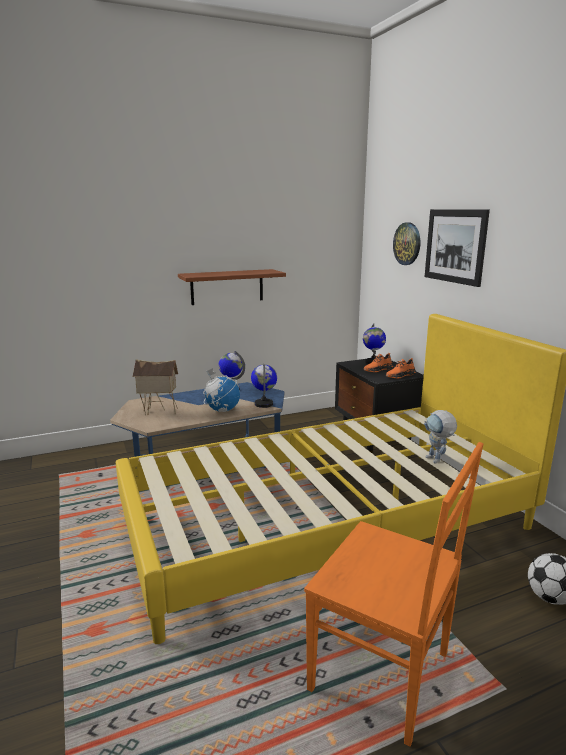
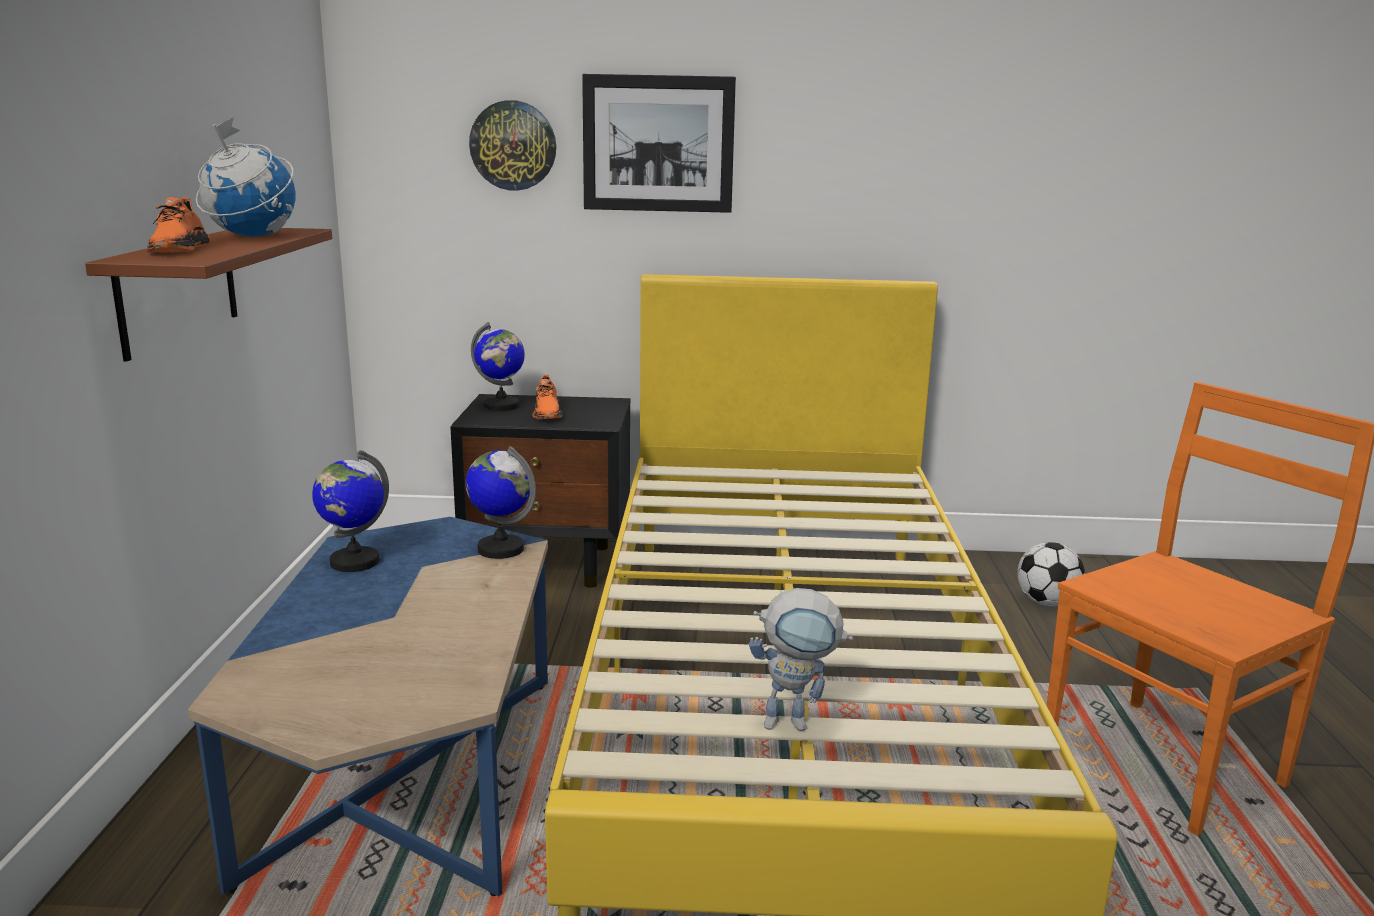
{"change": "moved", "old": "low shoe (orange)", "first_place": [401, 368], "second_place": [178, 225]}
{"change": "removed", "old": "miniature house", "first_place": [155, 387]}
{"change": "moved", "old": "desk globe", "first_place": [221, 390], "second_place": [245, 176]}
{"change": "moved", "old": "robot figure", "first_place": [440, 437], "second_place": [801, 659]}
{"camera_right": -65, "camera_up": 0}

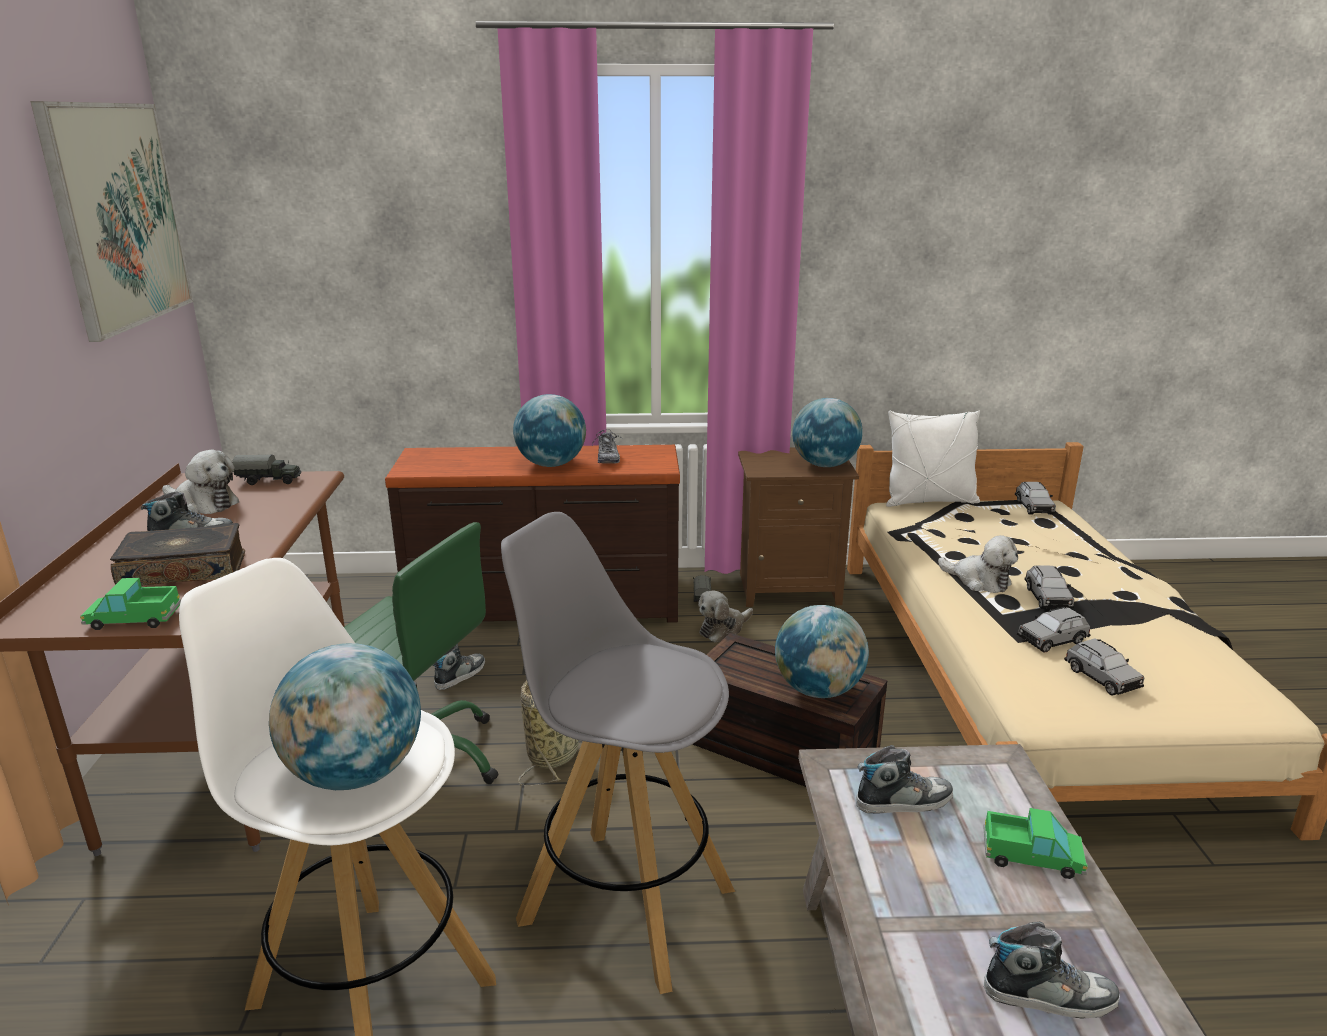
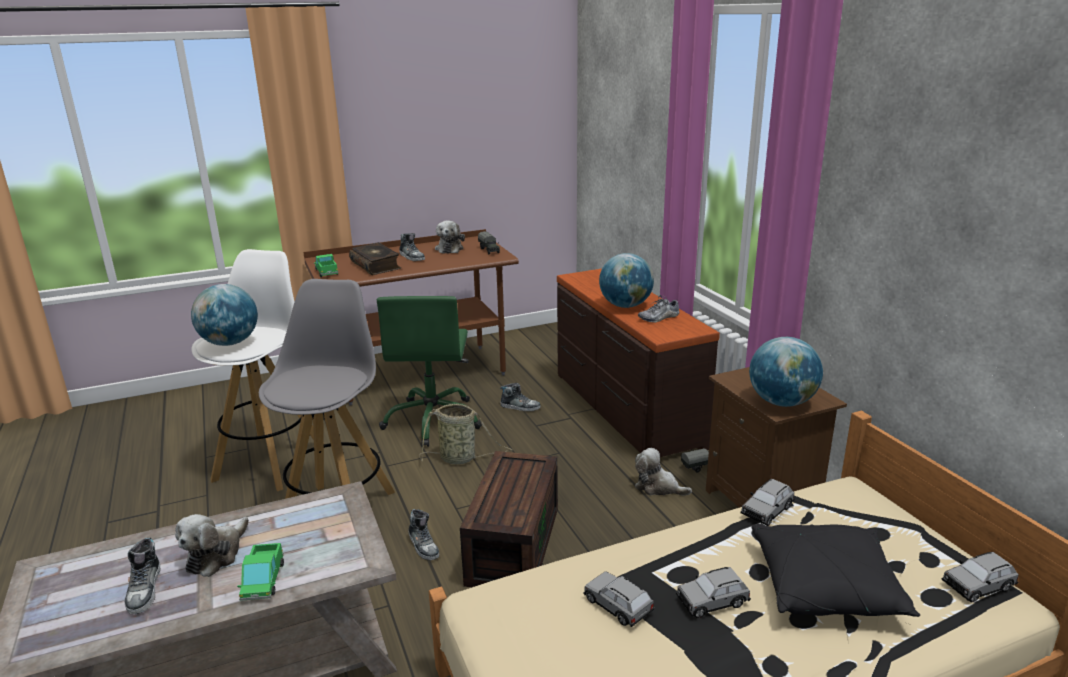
{"change": "removed", "old": "picture", "first_place": [112, 221]}
{"change": "removed", "old": "cushion (white)", "first_place": [933, 459]}
{"change": "moved", "old": "plush toy", "first_place": [978, 564], "second_place": [212, 545]}
{"change": "removed", "old": "desk globe", "first_place": [822, 651]}
{"change": "moved", "old": "toy car (gray)", "first_place": [1104, 667], "second_place": [767, 502]}
{"change": "moved", "old": "low shoe", "first_place": [904, 779], "second_place": [424, 534]}
{"change": "added", "new": "cushion (black-coloured)", "second_place": [836, 570]}
{"camera_right": 70, "camera_up": 0}

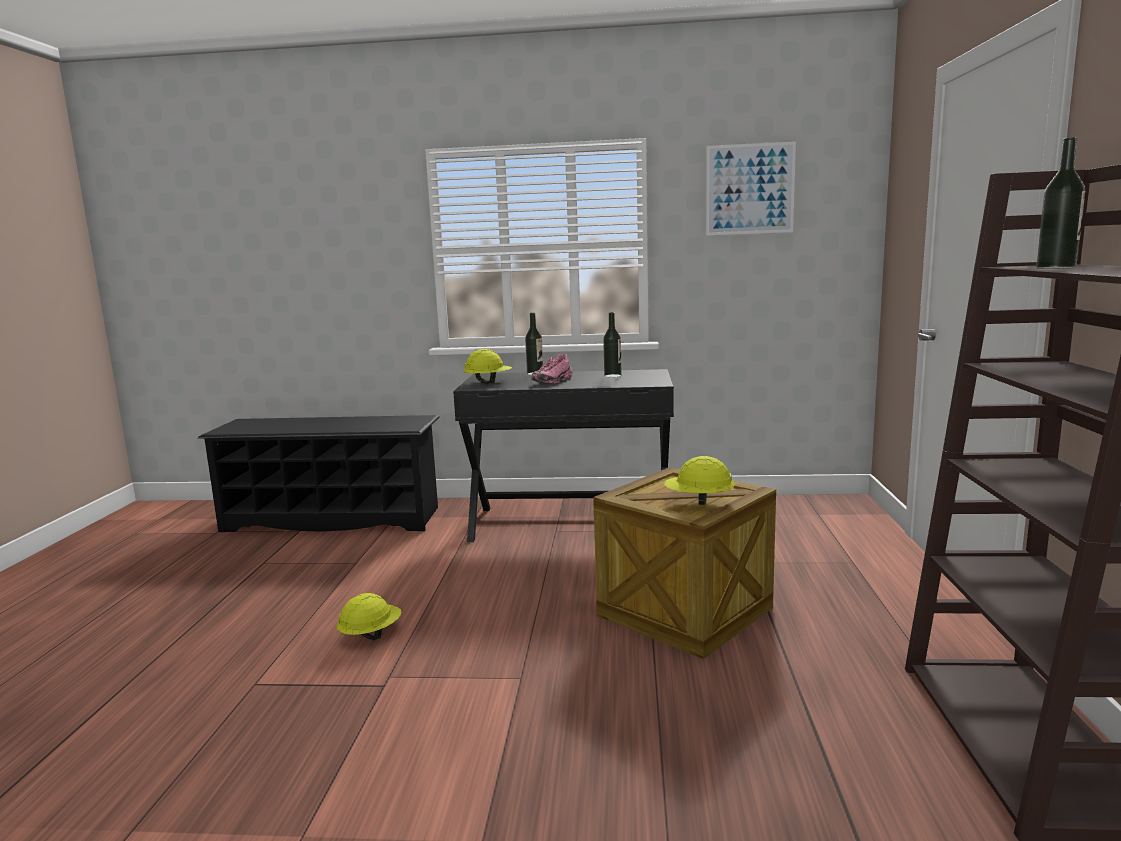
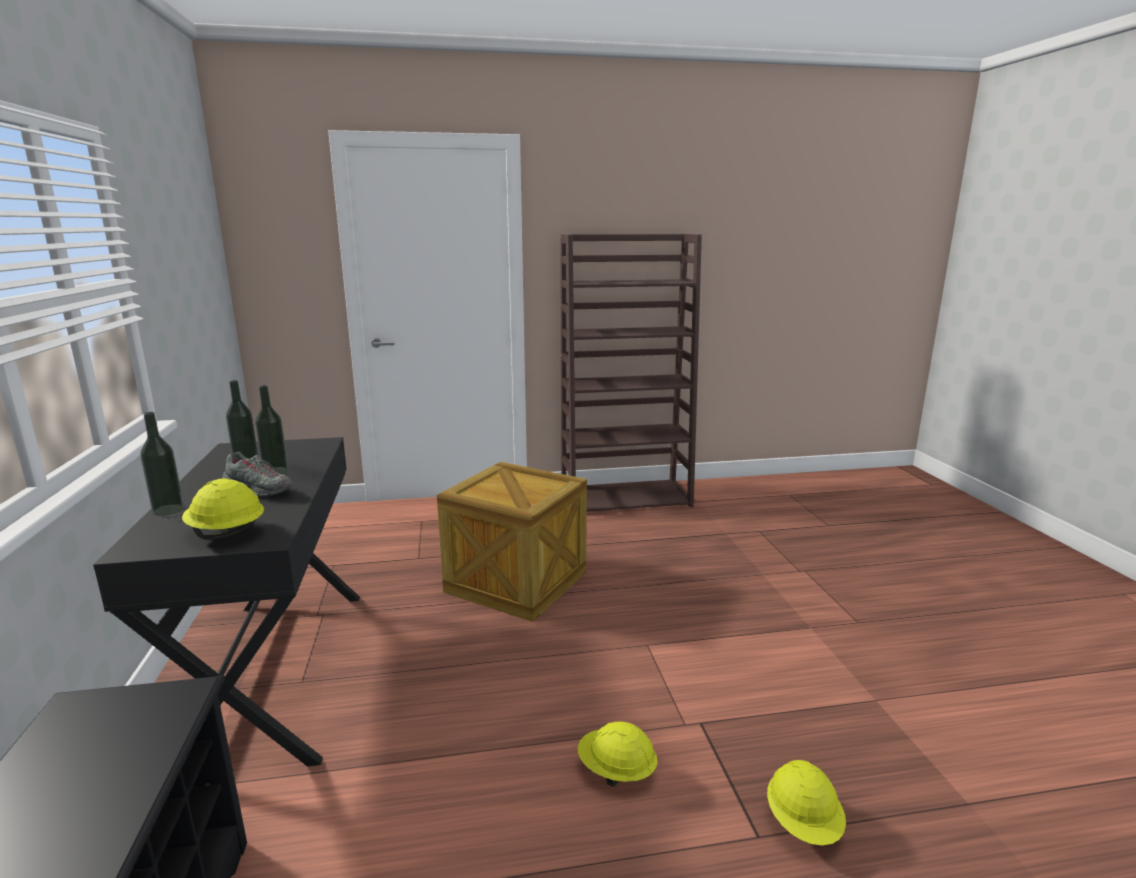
{"change": "moved", "old": "bottle", "first_place": [1060, 203], "second_place": [271, 429]}
{"change": "removed", "old": "picture", "first_place": [751, 188]}
{"change": "recoloured", "old": "low shoe (pinkish)", "new": "low shoe (gray)", "first_place": [552, 369], "second_place": [257, 474]}
{"change": "moved", "old": "work helmet (yellow)", "first_place": [699, 480], "second_place": [806, 803]}
{"camera_right": -105, "camera_up": 5}

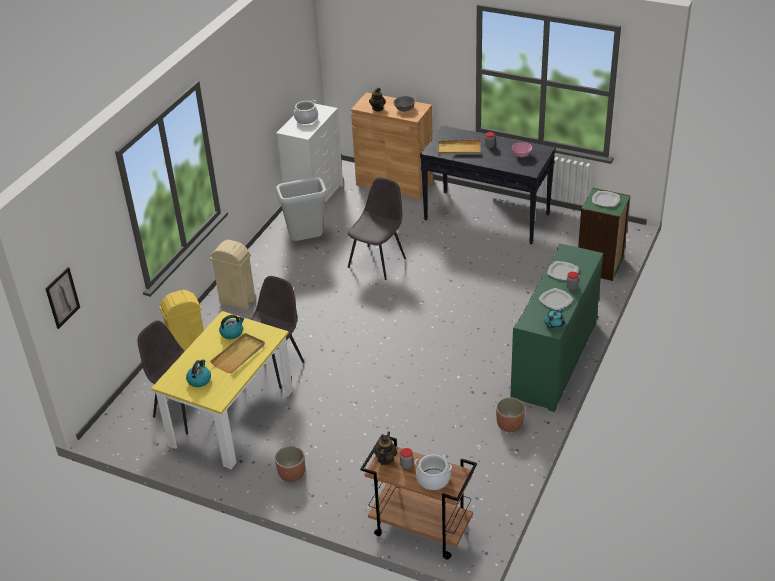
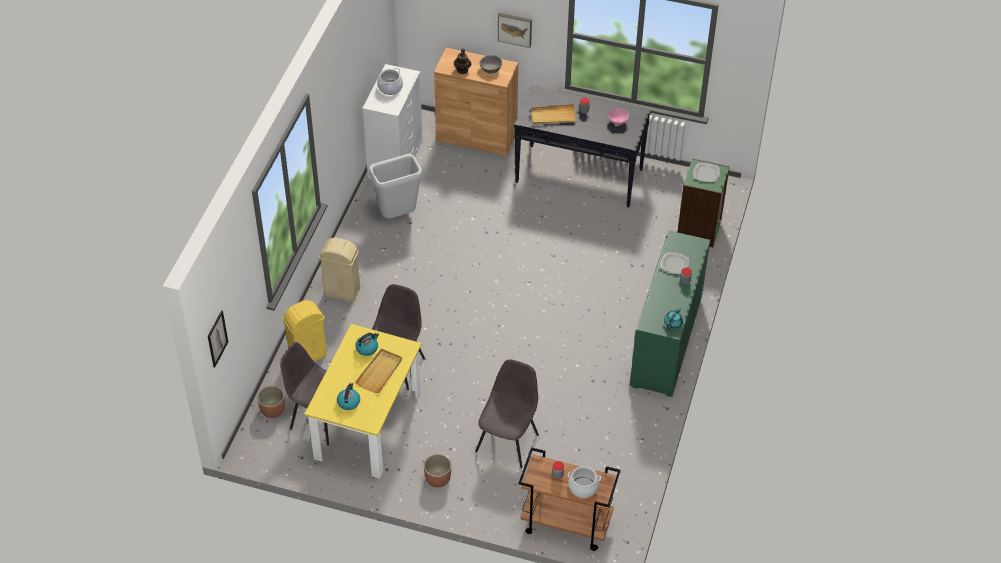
{"change": "moved", "old": "plain chair (gray)", "first_place": [377, 228], "second_place": [507, 414]}
{"change": "removed", "old": "dinner plate", "first_place": [556, 299]}
{"change": "moved", "old": "plant pot", "first_place": [510, 414], "second_place": [271, 402]}
{"change": "removed", "old": "teapot", "first_place": [385, 448]}
{"change": "added", "new": "picture", "second_place": [515, 30]}
{"camera_right": -10, "camera_up": 10}

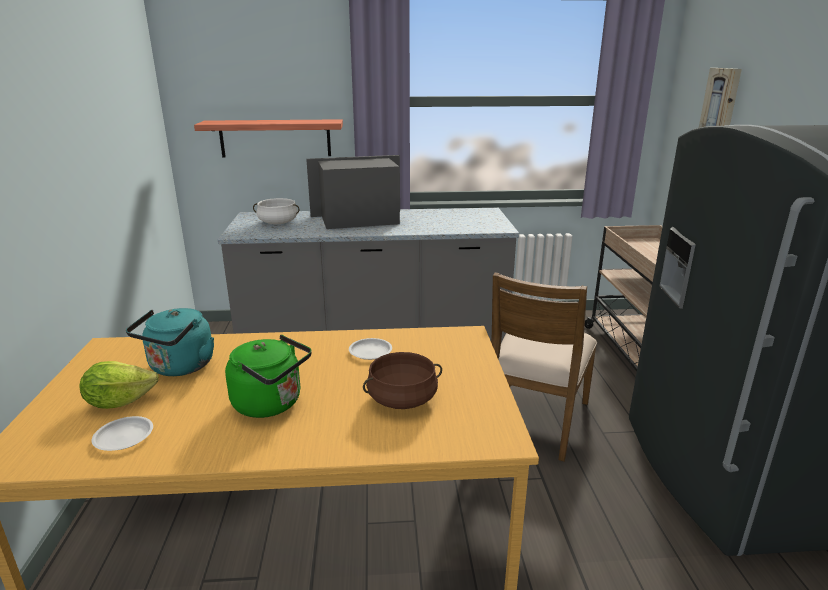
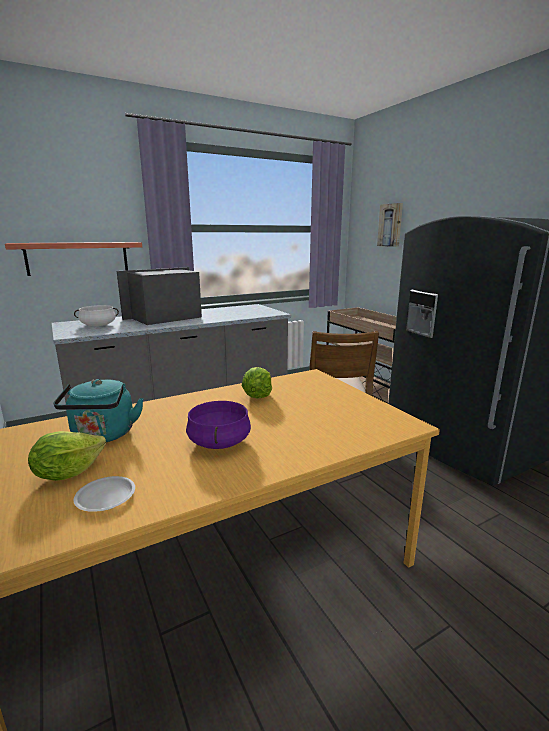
{"change": "replaced", "old": "kettle (green-coloured)", "new": "stockpot (purple-coloured)", "first_place": [268, 376], "second_place": [218, 425]}
{"change": "replaced", "old": "dinner plate (white)", "new": "lettuce head", "first_place": [370, 349], "second_place": [257, 382]}
{"change": "removed", "old": "stockpot (brown)", "first_place": [402, 380]}
{"camera_right": -25, "camera_up": -5}

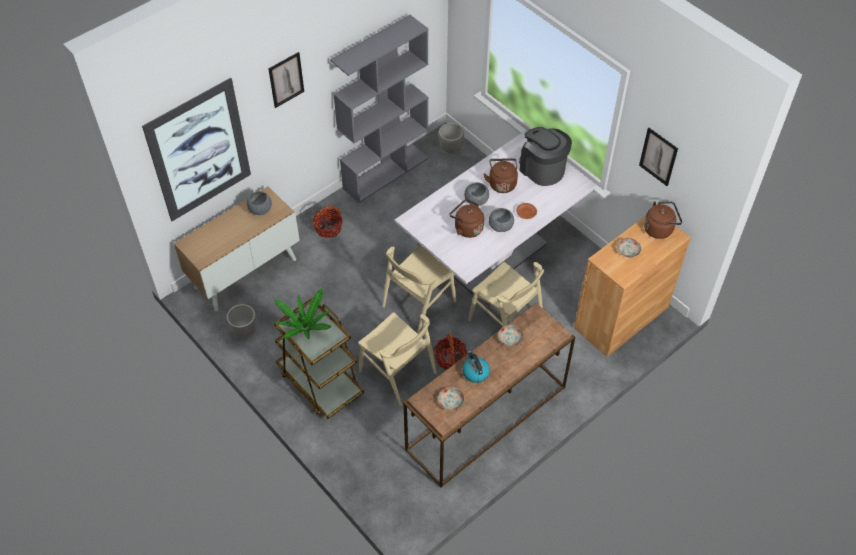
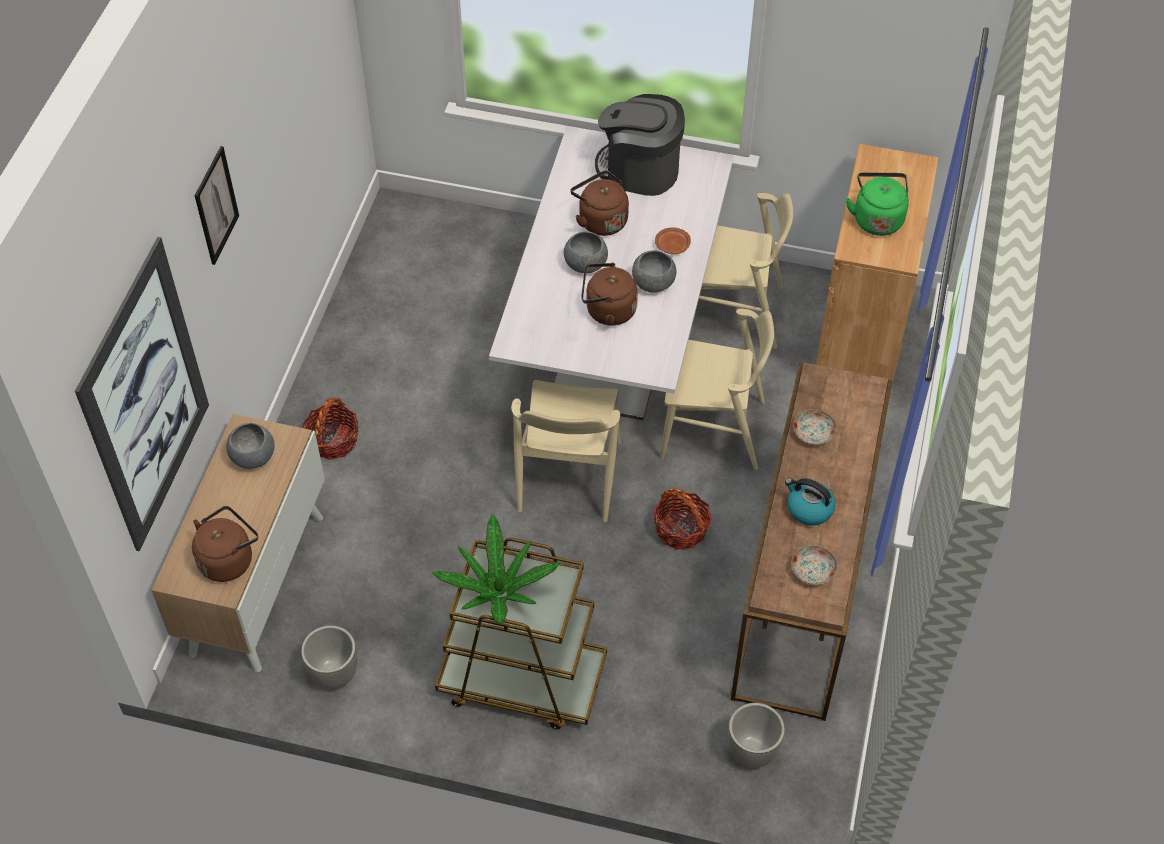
{"change": "removed", "old": "shelving unit (gray)", "first_place": [379, 109]}
{"change": "moved", "old": "plant pot", "first_place": [451, 138], "second_place": [756, 735]}
{"change": "removed", "old": "picture", "first_place": [658, 157]}
{"change": "moved", "old": "kettle (brown)", "first_place": [663, 220], "second_place": [225, 544]}
{"change": "replaced", "old": "dinner plate", "new": "kettle (green-coloured)", "first_place": [629, 247], "second_place": [877, 204]}
{"change": "moved", "old": "plain chair (beige)", "first_place": [397, 359], "second_place": [746, 271]}
{"camera_right": -35, "camera_up": 0}

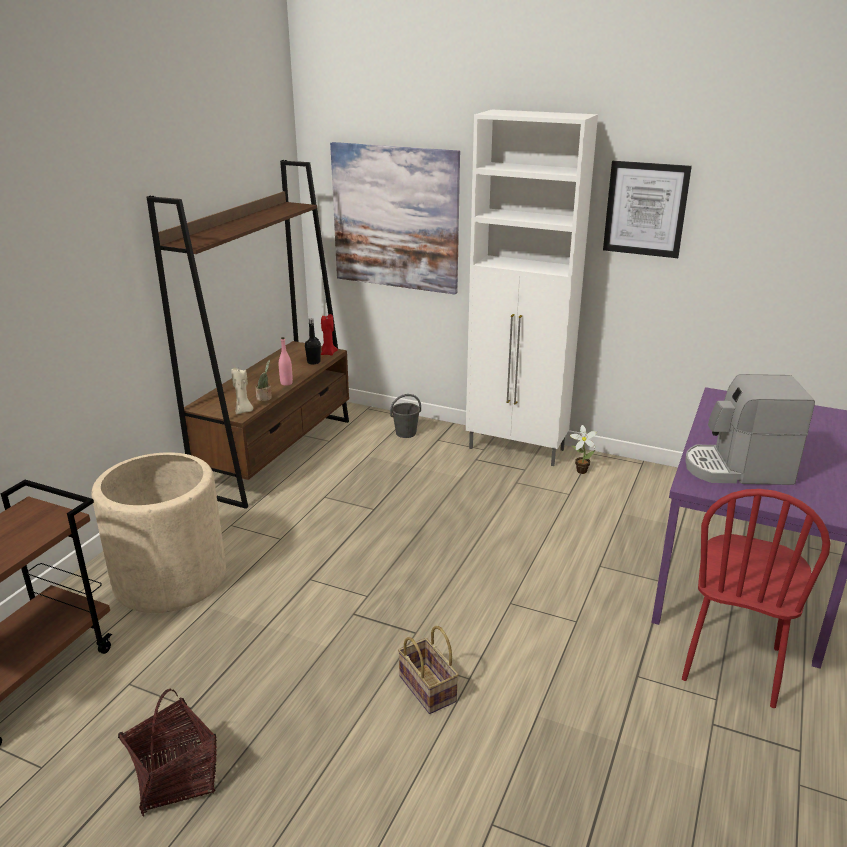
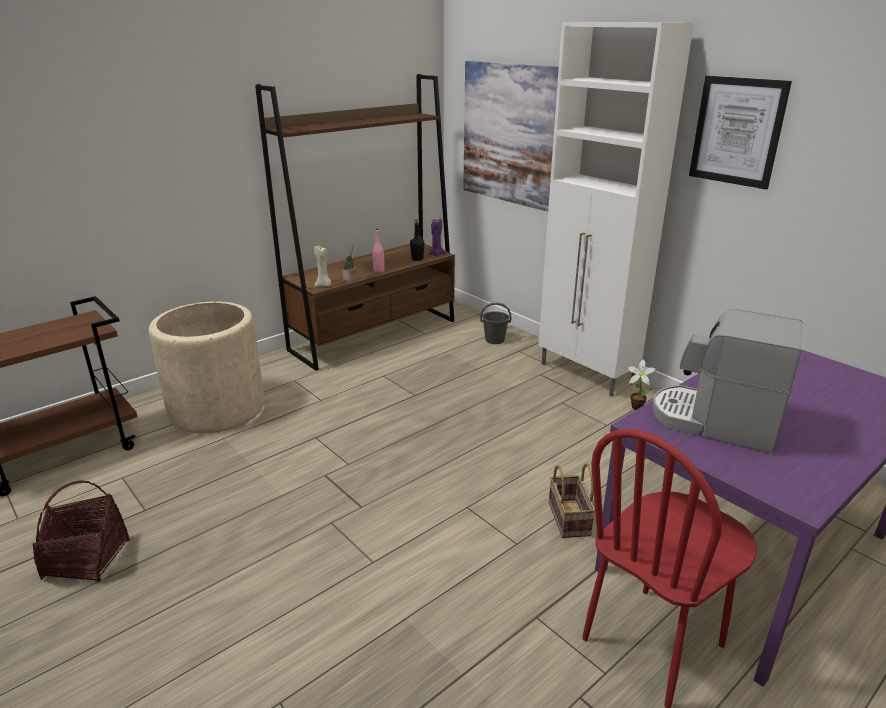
{"change": "recoloured", "old": "wax candle (reddish)", "new": "wax candle (purple-coloured)", "first_place": [329, 335], "second_place": [437, 237]}
{"change": "moved", "old": "household basket", "first_place": [428, 670], "second_place": [572, 500]}
{"camera_right": 25, "camera_up": 0}

